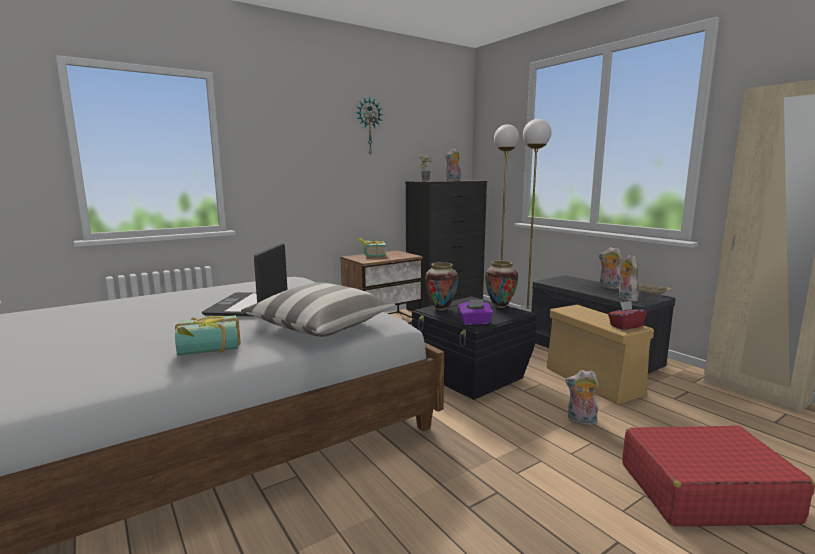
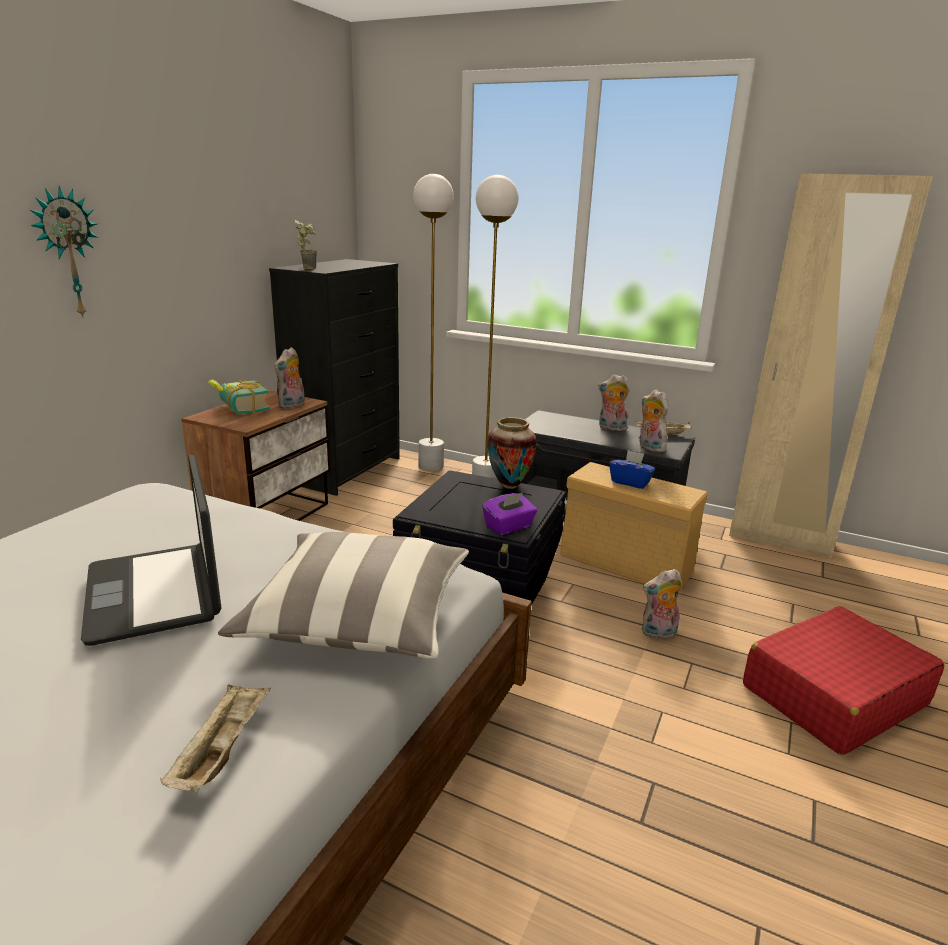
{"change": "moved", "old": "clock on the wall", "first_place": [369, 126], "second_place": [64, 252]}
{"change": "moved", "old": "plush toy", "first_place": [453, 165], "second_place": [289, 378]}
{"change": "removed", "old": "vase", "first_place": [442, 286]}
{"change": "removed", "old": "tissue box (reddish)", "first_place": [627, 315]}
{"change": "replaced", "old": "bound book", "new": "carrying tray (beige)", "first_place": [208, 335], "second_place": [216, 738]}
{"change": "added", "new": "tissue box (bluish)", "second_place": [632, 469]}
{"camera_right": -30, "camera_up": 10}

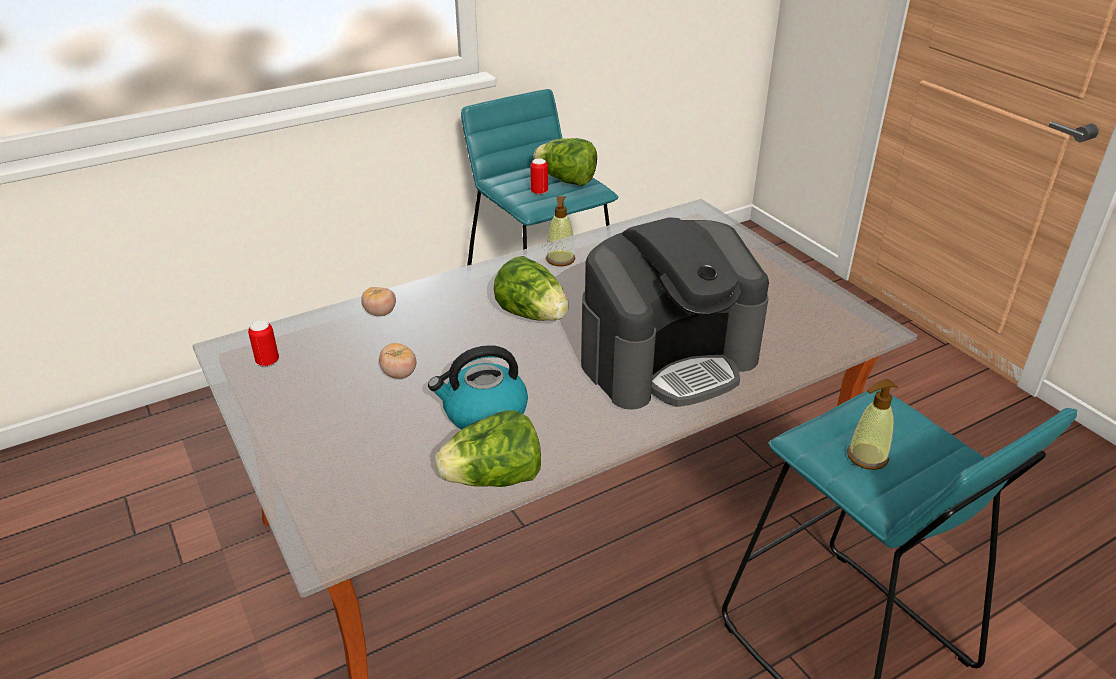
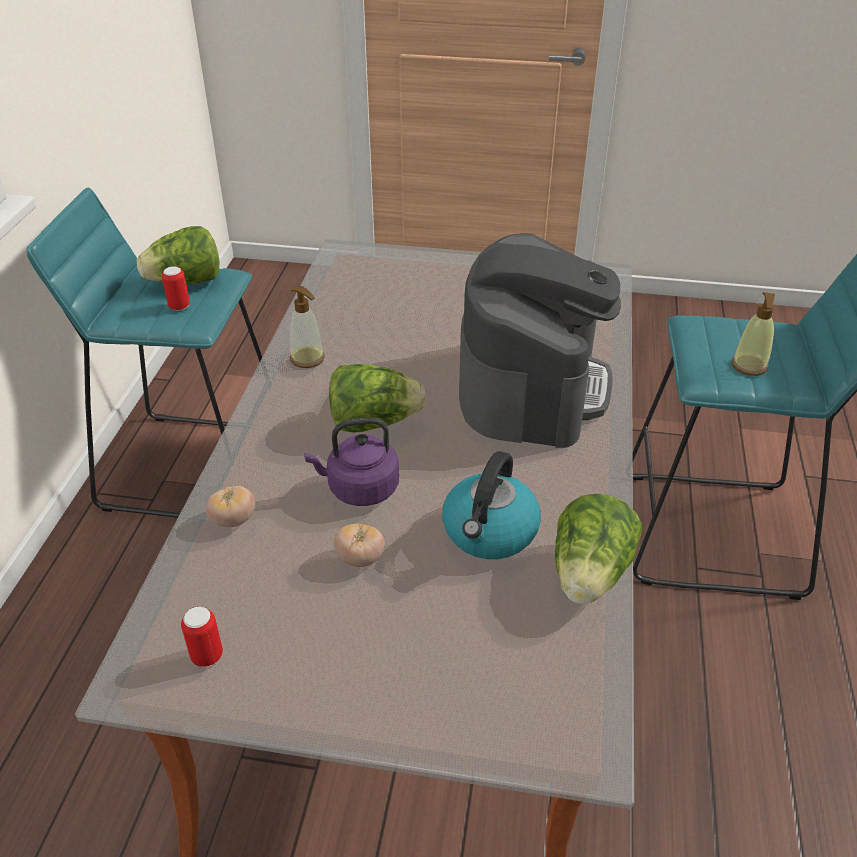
{"change": "added", "new": "kettle (purple-coloured)", "second_place": [351, 461]}
{"camera_right": -50, "camera_up": 5}

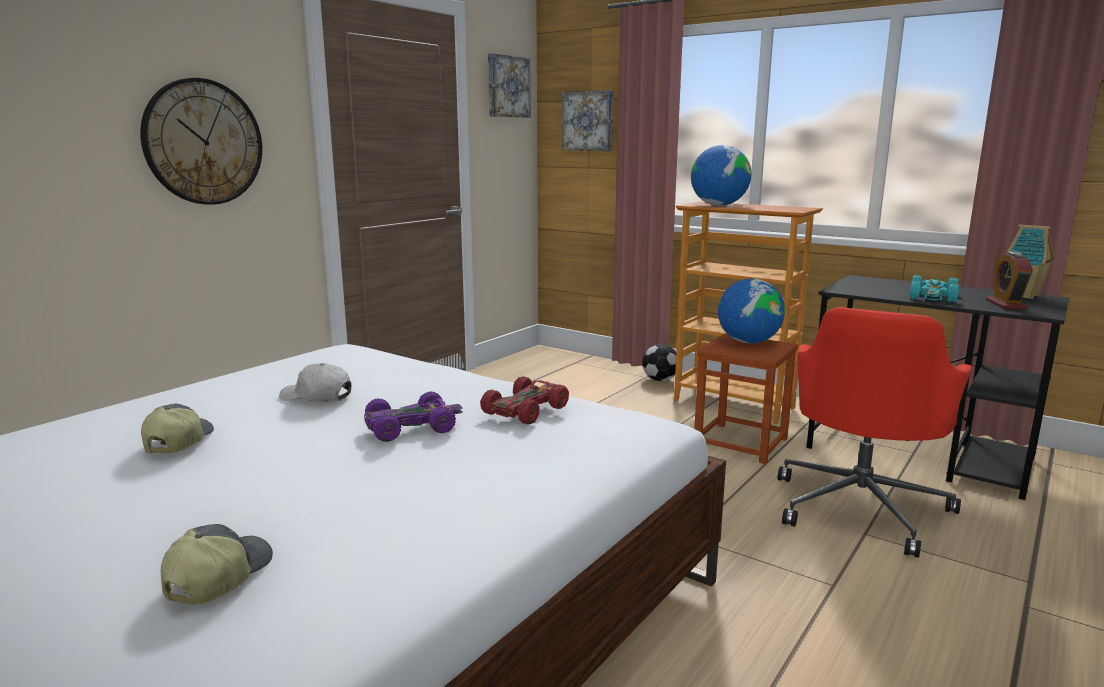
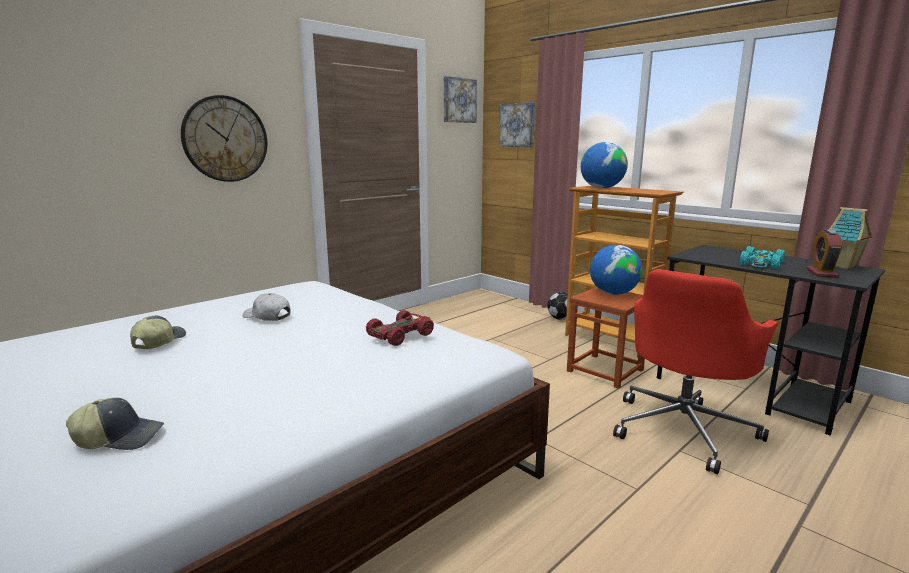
{"change": "removed", "old": "toy car (purple-coloured)", "first_place": [413, 417]}
{"change": "turned", "old": "peaked cap", "first_place": [217, 564], "second_place": [115, 423], "degrees": 60}
{"camera_right": 10, "camera_up": 0}

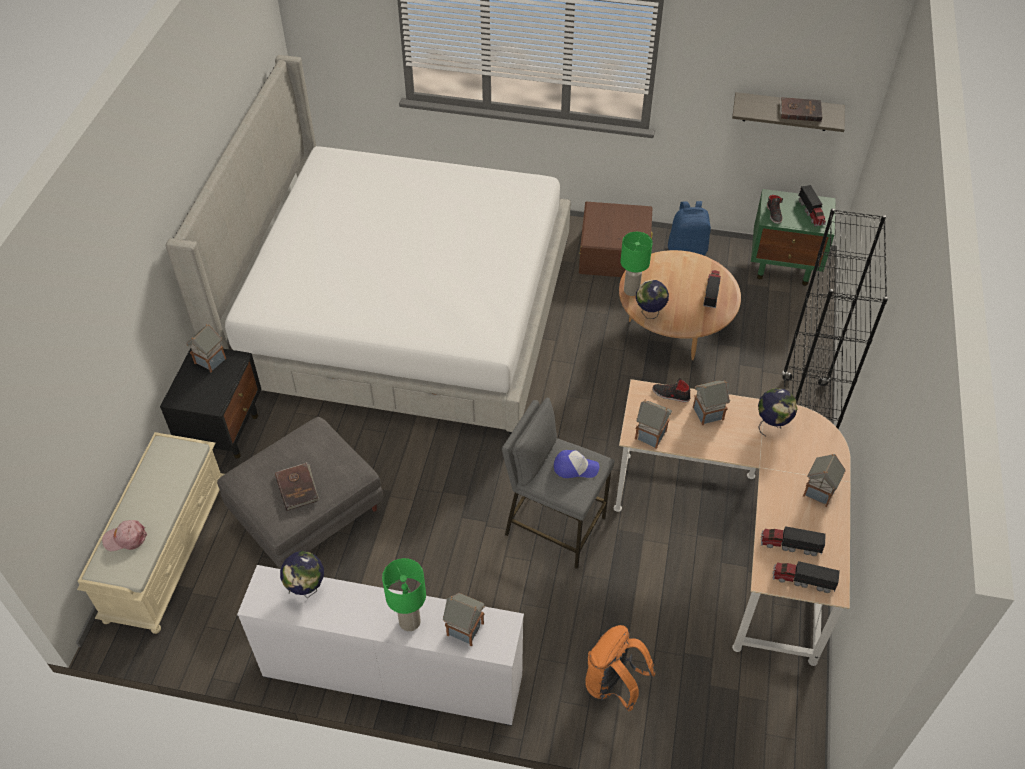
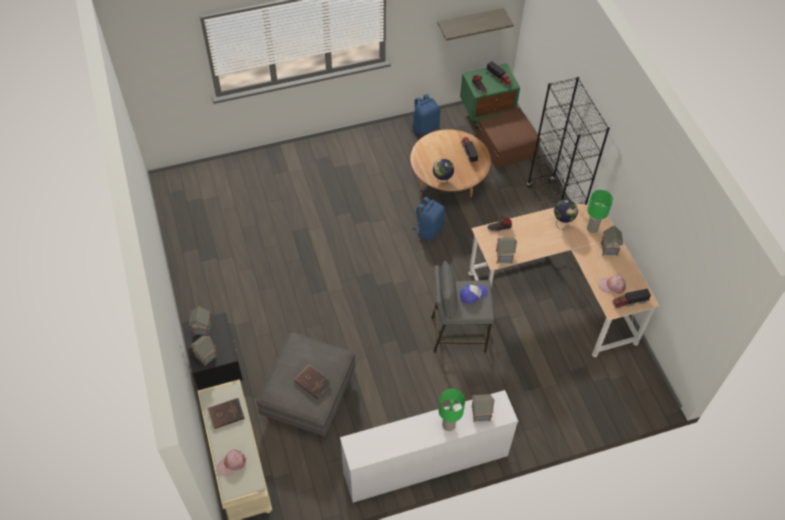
{"change": "removed", "old": "sleeping bed", "first_place": [368, 245]}
{"change": "moved", "old": "bound book (brown)", "first_place": [801, 109], "second_place": [226, 413]}
{"change": "moved", "old": "storage container (brown)", "first_place": [615, 239], "second_place": [508, 138]}
{"change": "moved", "old": "lamp for a table (green-coloured)", "first_place": [636, 264], "second_place": [600, 211]}
{"change": "moved", "old": "miniature house", "first_place": [711, 402], "second_place": [204, 350]}
{"change": "replaced", "old": "toy truck", "new": "peaked cap (pinkish)", "first_place": [793, 541], "second_place": [612, 284]}
{"change": "removed", "old": "desk globe", "first_place": [302, 574]}
{"change": "removed", "old": "knapsack (orange)", "first_place": [620, 668]}
{"change": "added", "new": "knapsack (bluish)", "second_place": [428, 218]}
{"camera_right": -30, "camera_up": 5}

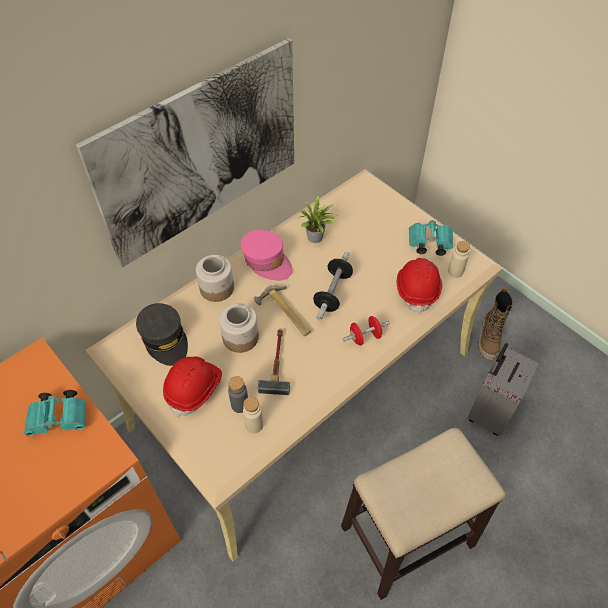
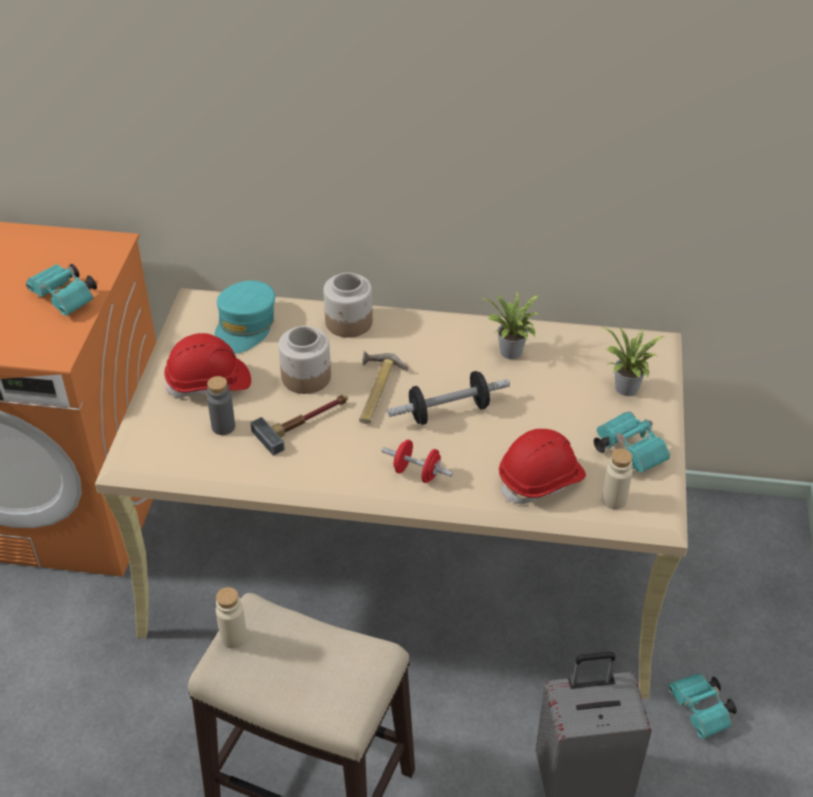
{"change": "removed", "old": "picture", "first_place": [185, 153]}
{"change": "removed", "old": "peaked cap (pinkish)", "first_place": [266, 255]}
{"change": "replaced", "old": "high-top boot", "new": "pair of binoculars (blue-green)", "first_place": [496, 324], "second_place": [702, 706]}
{"change": "recoloured", "old": "peaked cap (gray)", "new": "peaked cap (blue-green)", "first_place": [162, 334], "second_place": [244, 317]}
{"change": "moved", "old": "bottle (beige)", "first_place": [253, 415], "second_place": [231, 617]}
{"change": "added", "new": "potted plant", "second_place": [633, 361]}
{"camera_right": 50, "camera_up": -10}

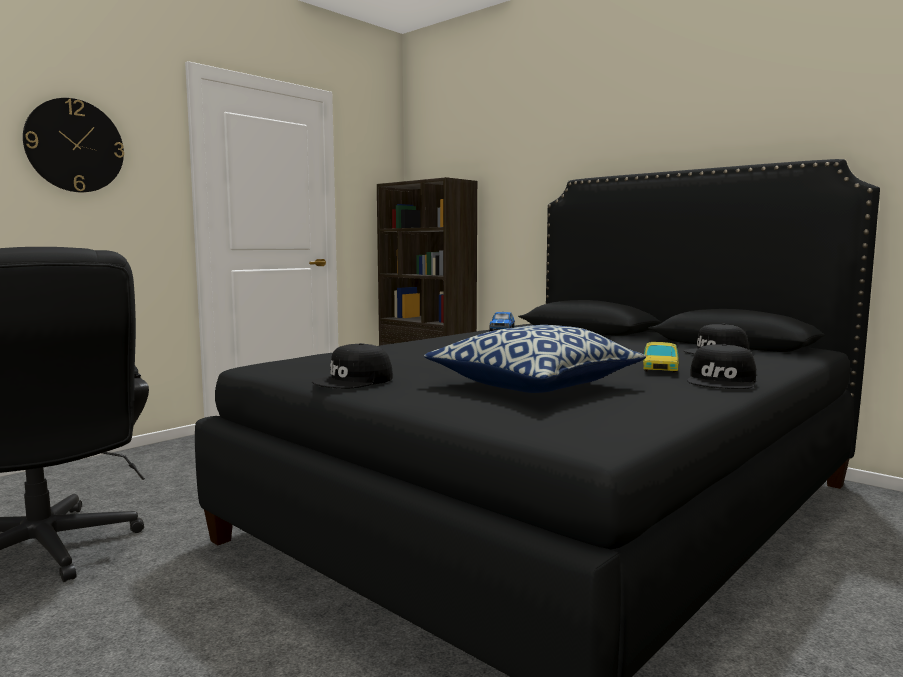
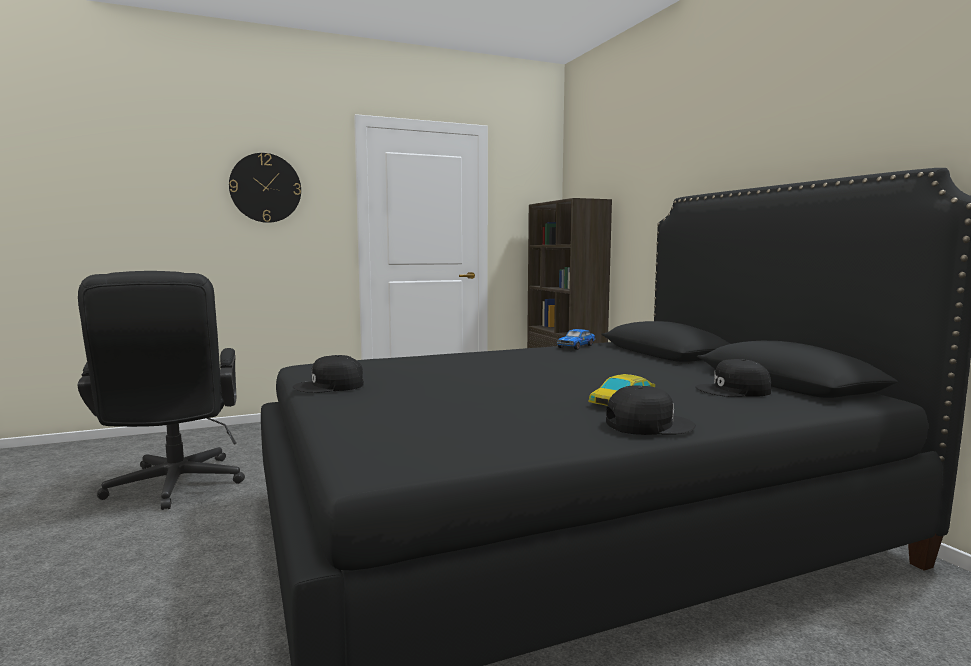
{"change": "removed", "old": "cushion", "first_place": [535, 359]}
{"change": "turned", "old": "peaked cap (black-coloured)", "first_place": [721, 366], "second_place": [651, 410], "degrees": -150}
{"camera_right": 25, "camera_up": 0}

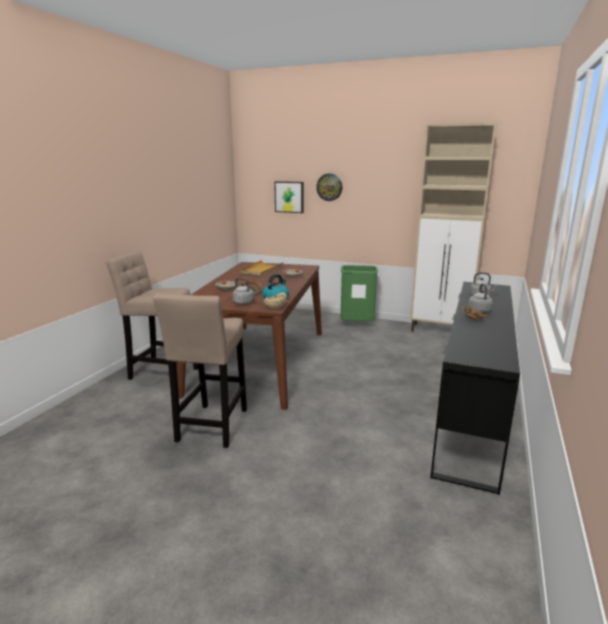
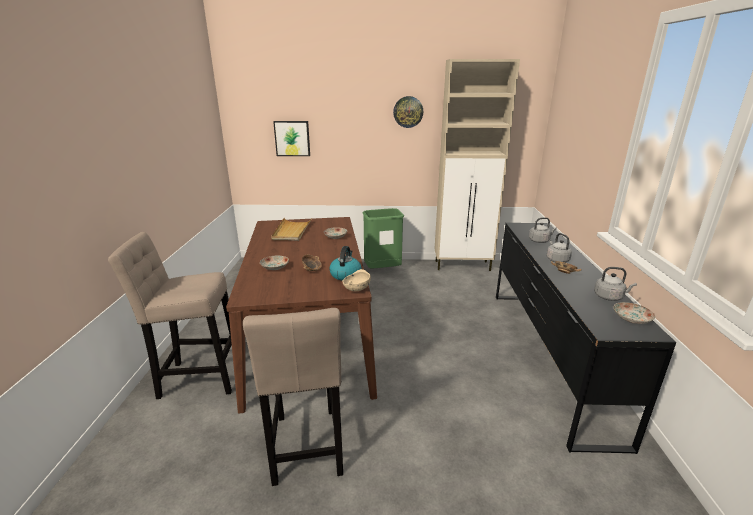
{"change": "moved", "old": "clock on the wall", "first_place": [329, 187], "second_place": [408, 112]}
{"change": "moved", "old": "kettle (gray)", "first_place": [244, 291], "second_place": [615, 284]}
{"change": "added", "new": "dinner plate", "second_place": [634, 313]}
{"camera_right": -20, "camera_up": 5}

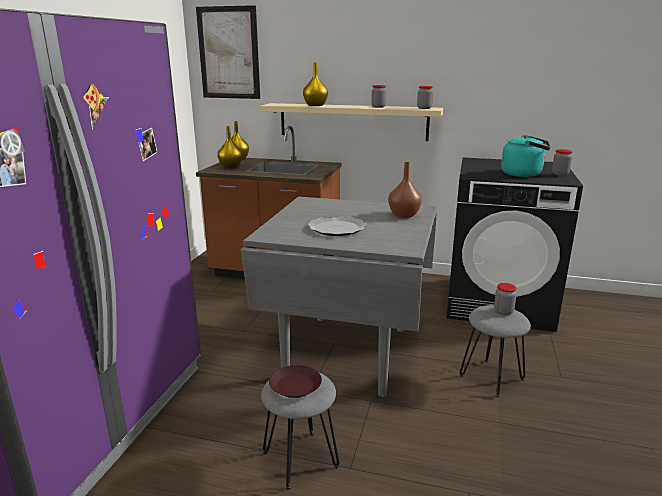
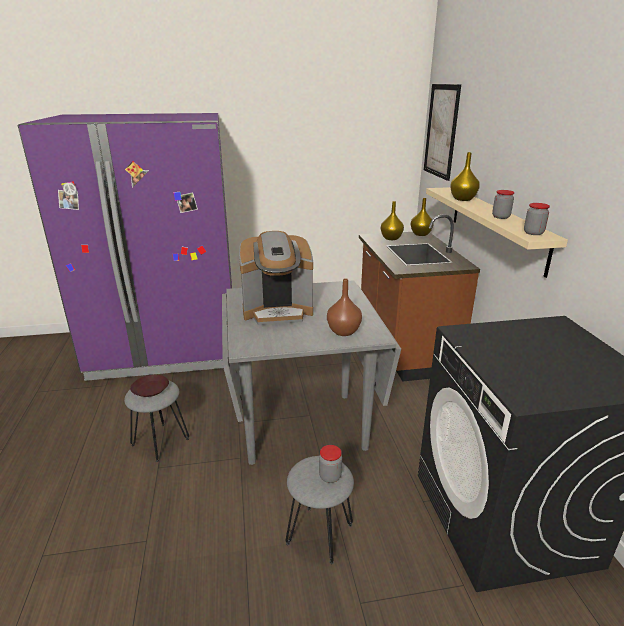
{"change": "removed", "old": "kettle (blue-green)", "first_place": [526, 156]}
{"change": "removed", "old": "storage jar", "first_place": [562, 162]}
{"change": "replaced", "old": "dinner plate", "new": "coffee maker", "first_place": [337, 226], "second_place": [276, 278]}
{"camera_right": 65, "camera_up": 5}

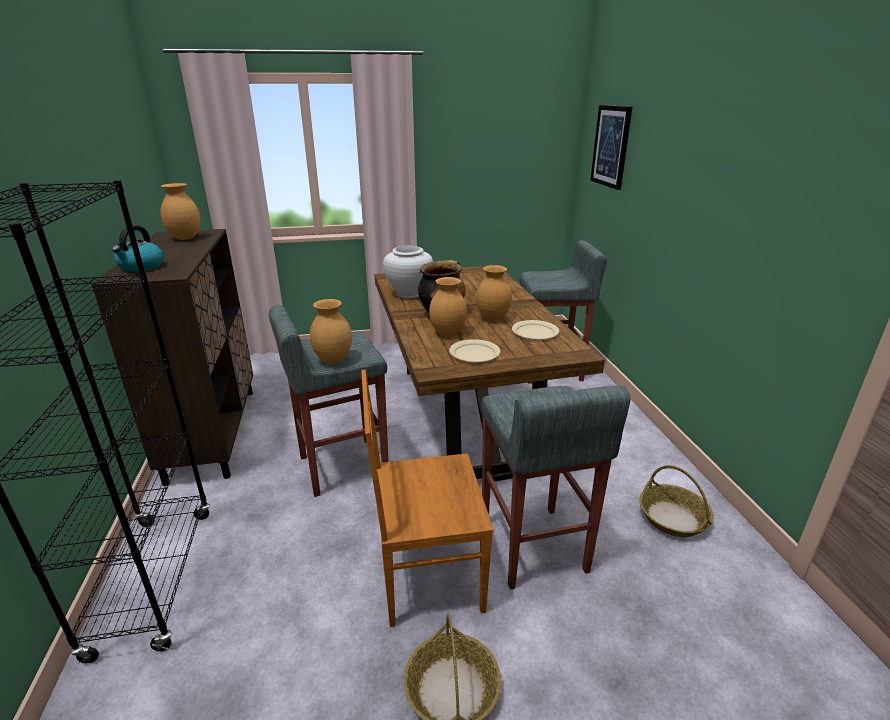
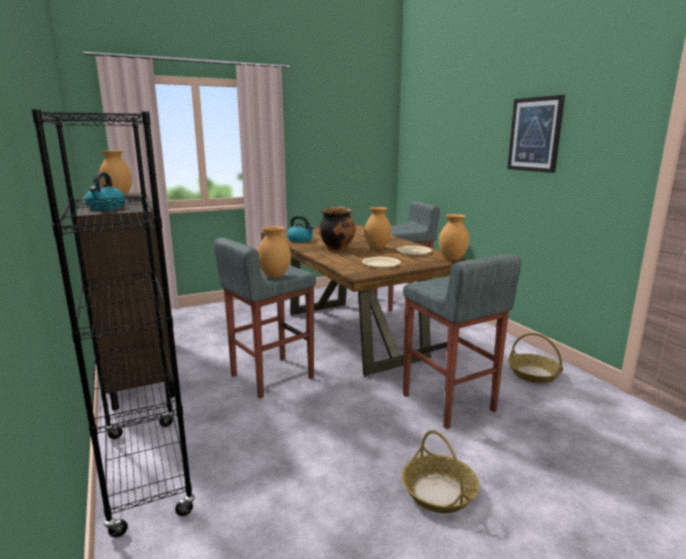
{"change": "moved", "old": "picture", "first_place": [611, 147], "second_place": [536, 134]}
{"change": "replaced", "old": "vase (white)", "new": "kettle", "first_place": [408, 272], "second_place": [300, 228]}
{"change": "moved", "old": "vase (brown)", "first_place": [448, 307], "second_place": [454, 237]}
{"change": "removed", "old": "plain chair (brown)", "first_place": [427, 498]}
{"camera_right": -15, "camera_up": -10}

